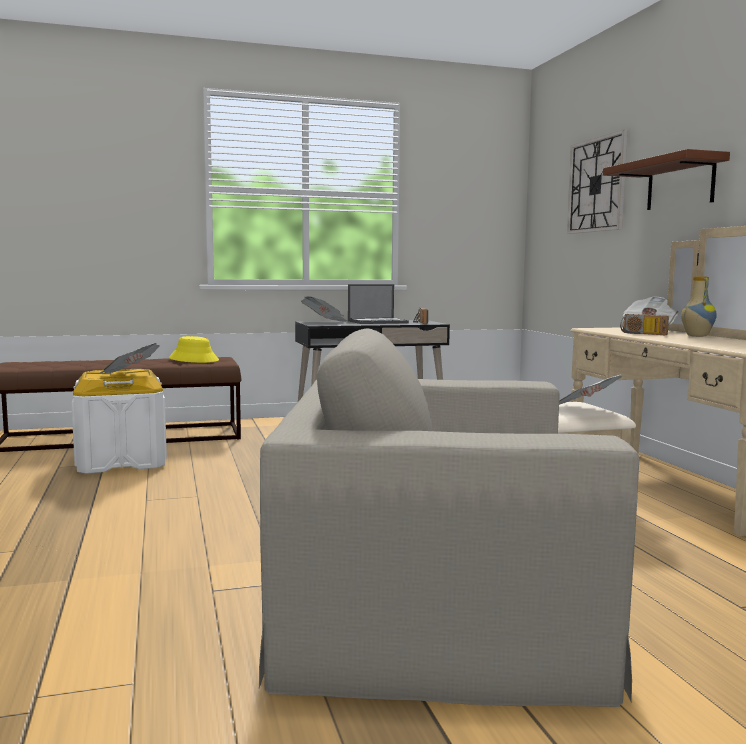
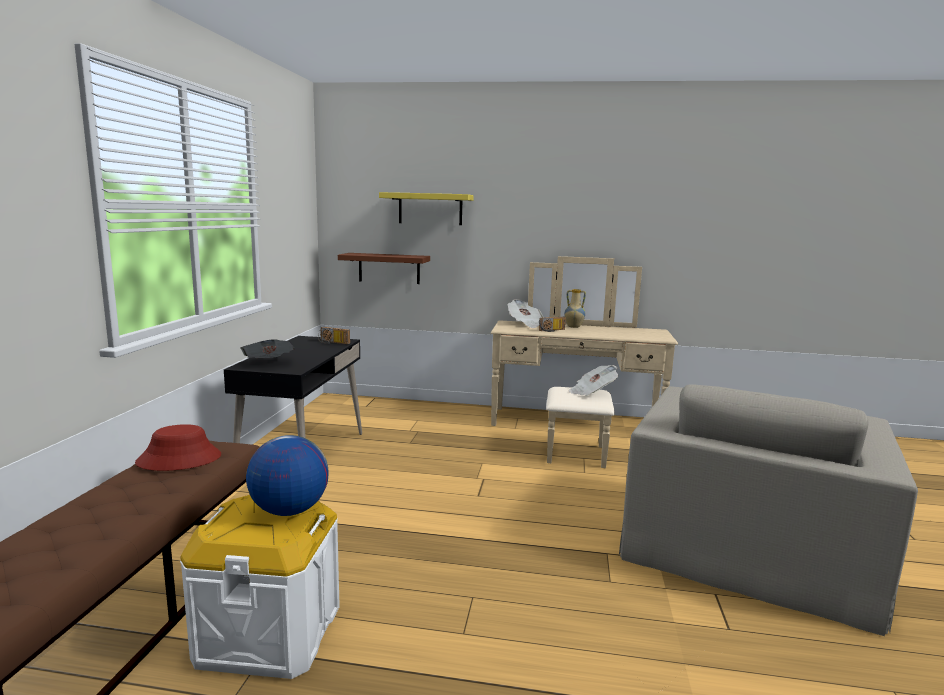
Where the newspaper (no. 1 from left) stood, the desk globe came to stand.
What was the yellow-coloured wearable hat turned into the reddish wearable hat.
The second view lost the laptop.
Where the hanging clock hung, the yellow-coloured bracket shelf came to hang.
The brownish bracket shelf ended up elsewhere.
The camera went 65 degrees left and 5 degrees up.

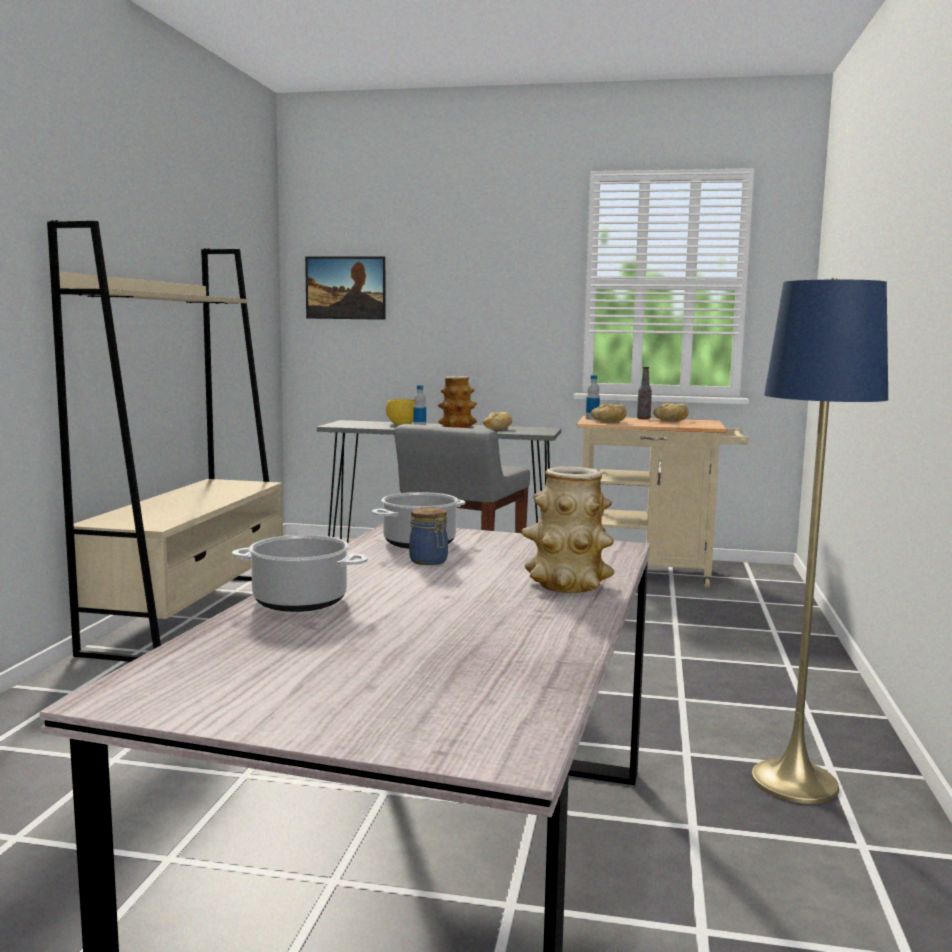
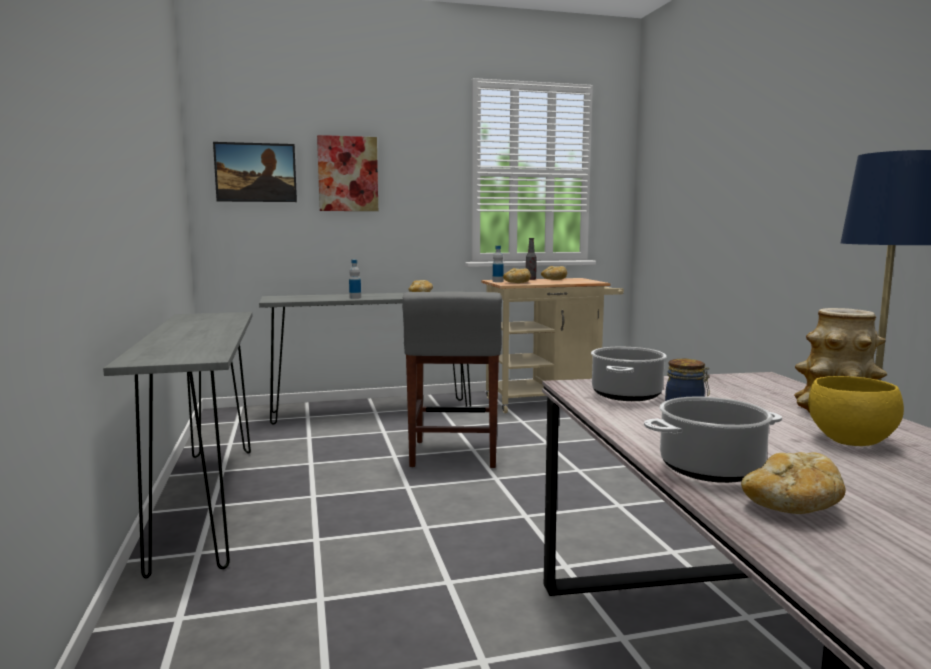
Where the sand-coloured bookcase stood, the greyish console table (no. 1 from left) came to stand.
The yellow-coloured serving bowl ended up elsewhere.
The second view lost the flower vase (no. 1 from left).
The second view gained the picture (no. 2 from left).
The second view gained the baked bread (no. 4 from left).
The camera went 25 degrees left and 0 degrees up.

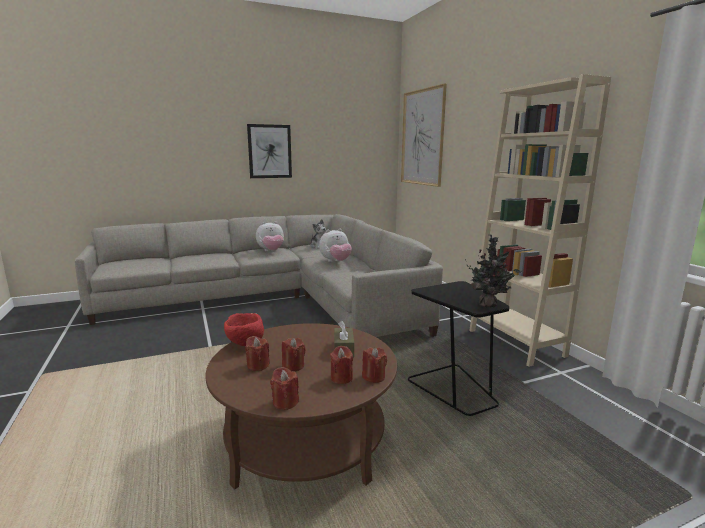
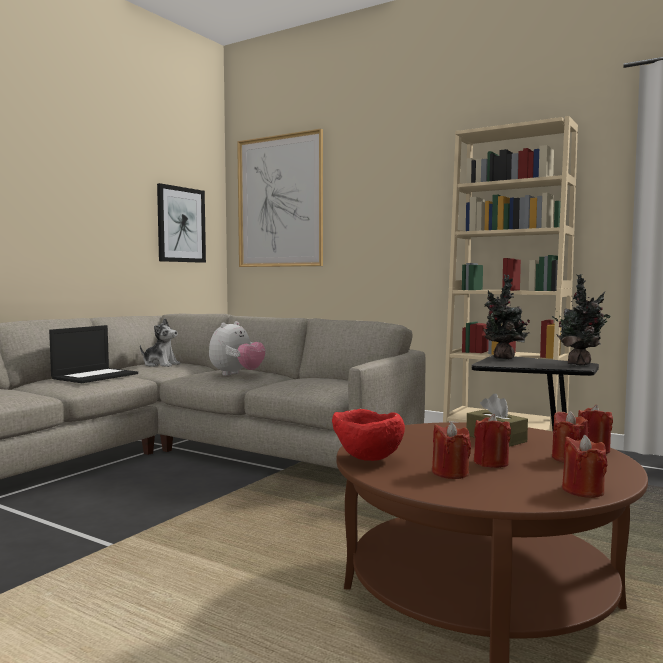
The picture (no. 1 from left) ended up elsewhere.
Where the soft toy (no. 1 from left) stood, the laptop came to stand.
The second view gained the potted plant (no. 1 from left).
The camera went 35 degrees left and 10 degrees down.

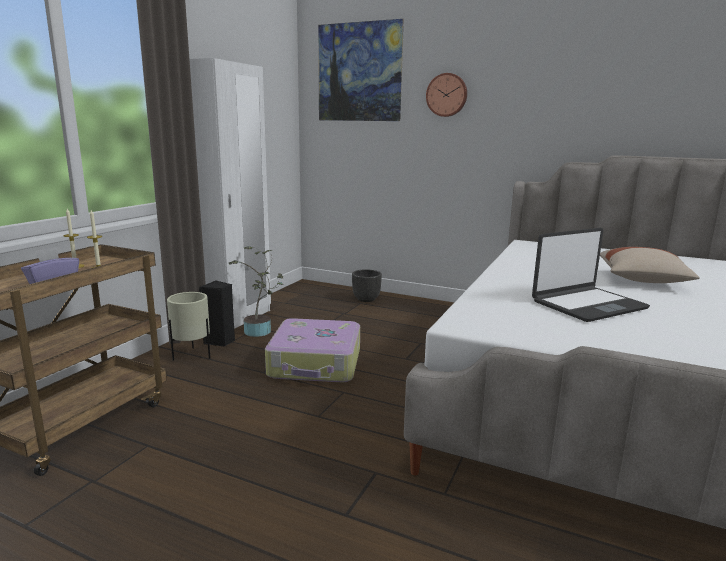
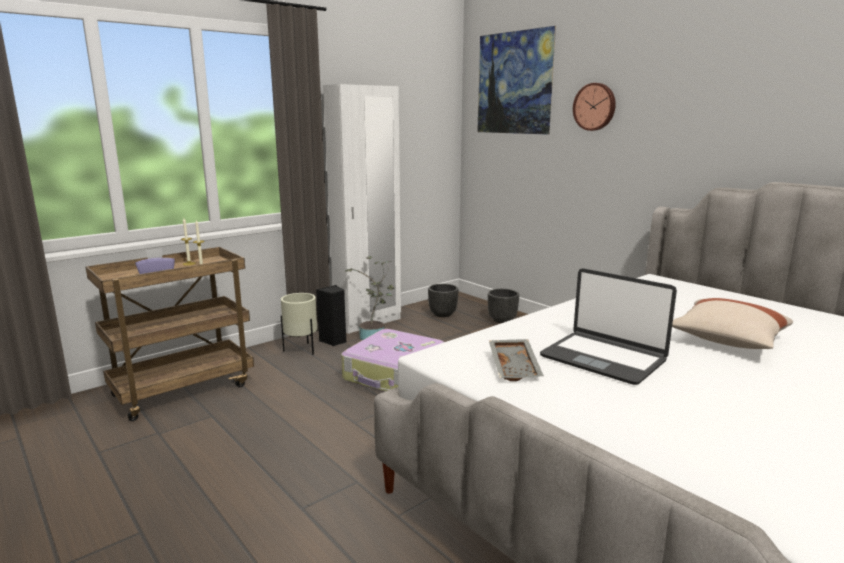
The laptop ended up facing another way, 45 degrees clockwise from before.
The second view gained the blackish planter (no. 1 from left).
The second view gained the greyish serving tray.
The camera went 25 degrees right and 0 degrees up.

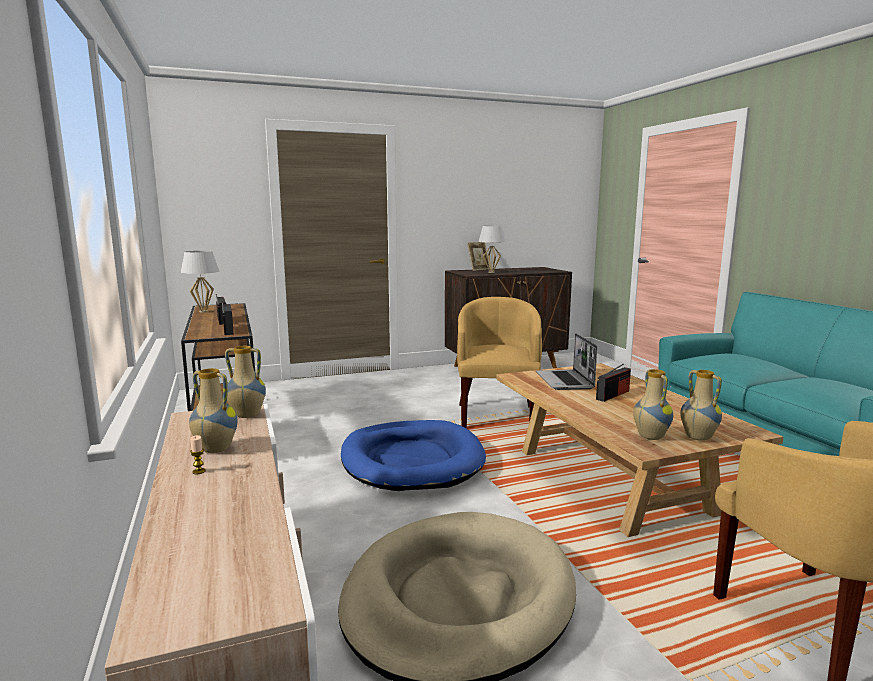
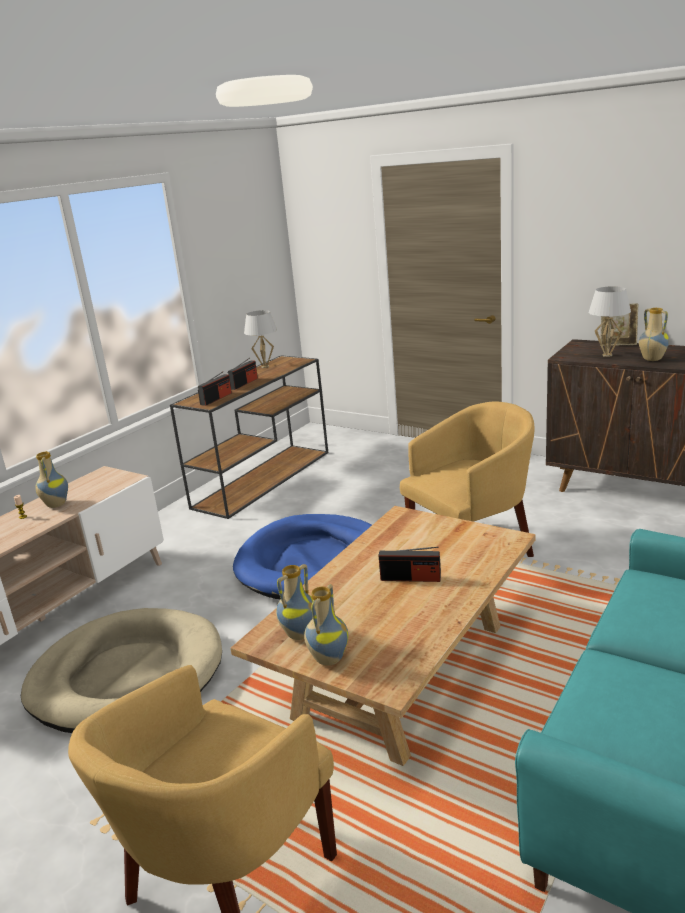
The flower vase (no. 2 from left in the first image) ended up elsewhere.
The second view lost the laptop.
The camera went 55 degrees right and 10 degrees up.

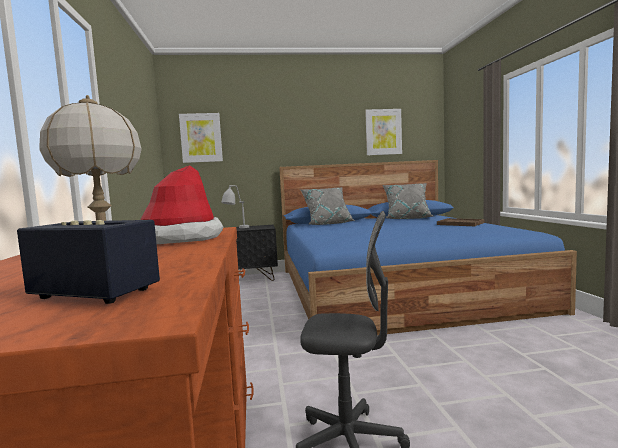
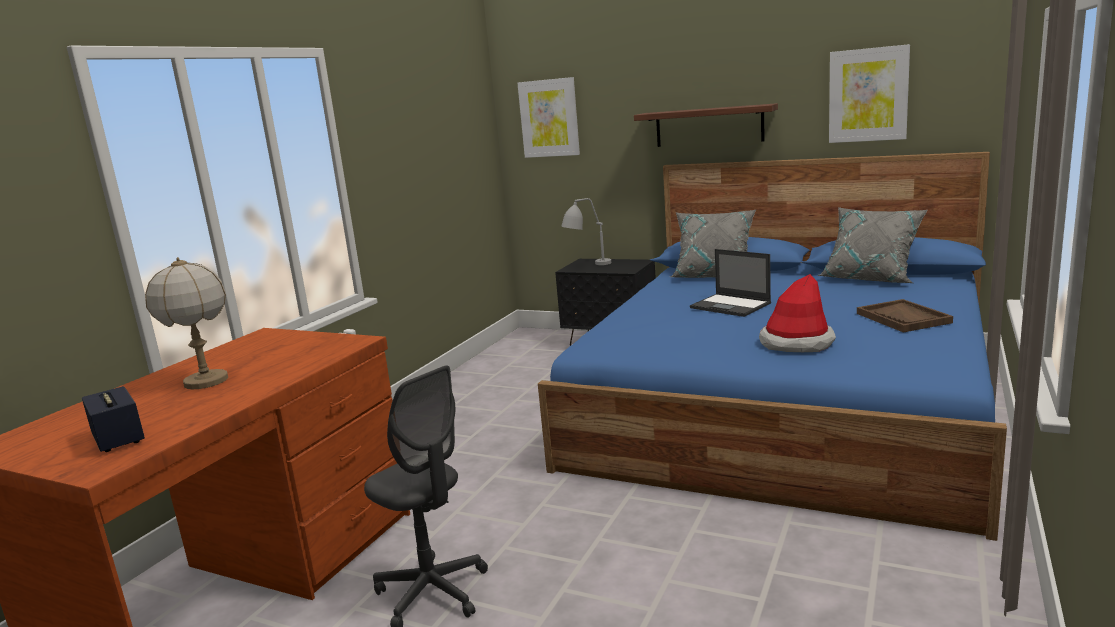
The wearable hat ended up elsewhere.
The second view gained the bracket shelf.
The second view gained the laptop.
The camera went 35 degrees right and 10 degrees up.

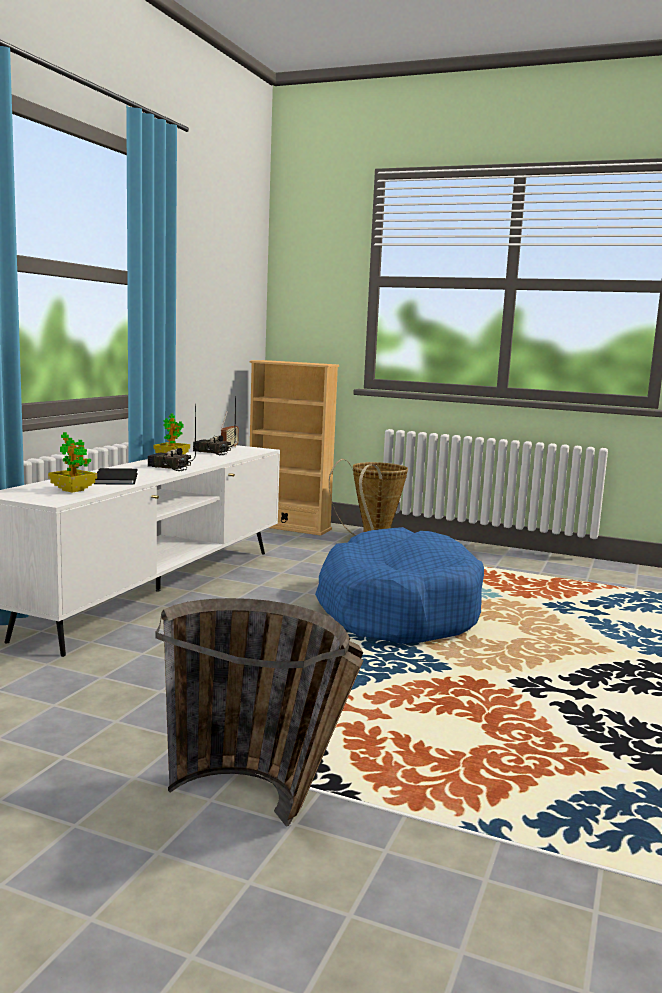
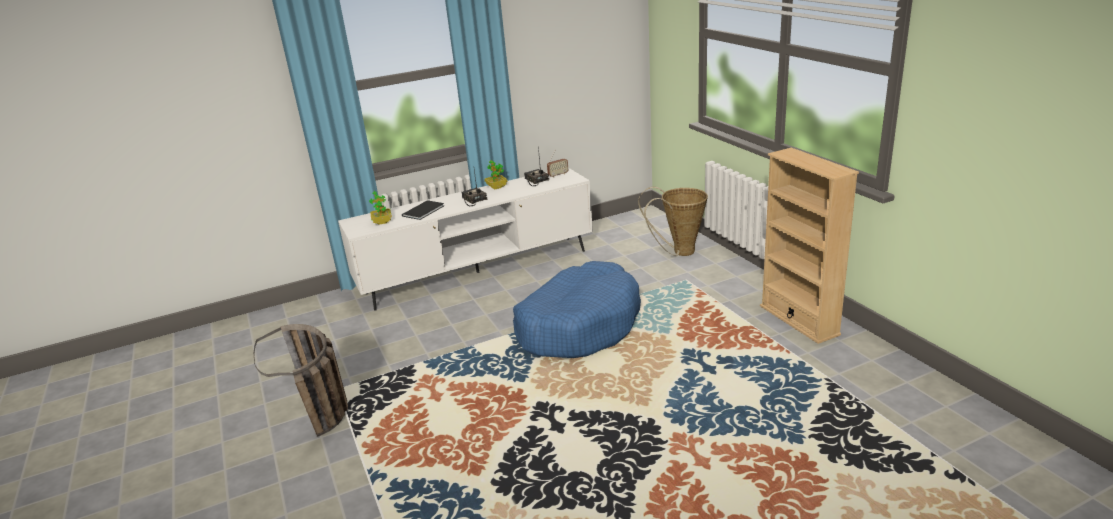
The sand-coloured bookcase ended up elsewhere.
The camera went 45 degrees right and 15 degrees up.

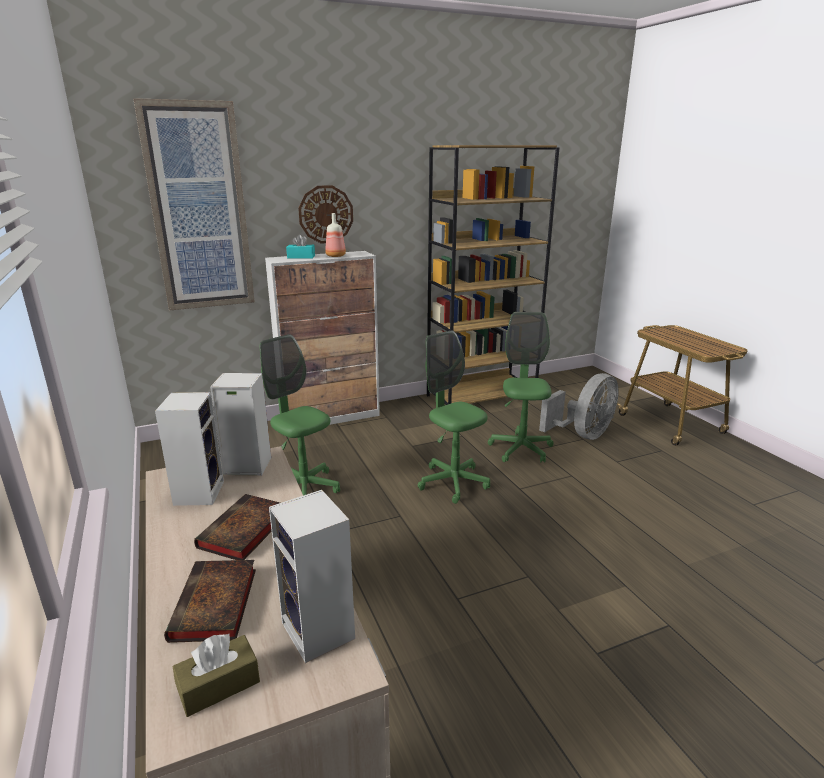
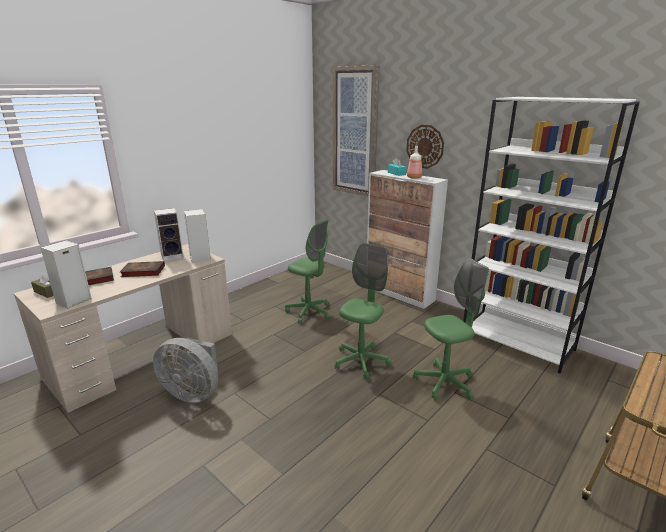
The greenish office chair (no. 1 from left) ended up facing another way, 105 degrees clockwise from before.
What was the brownish bookcase turned into the white bookcase.
The greyish cooling fan ended up elsewhere.
The camera went 65 degrees right and 0 degrees up.

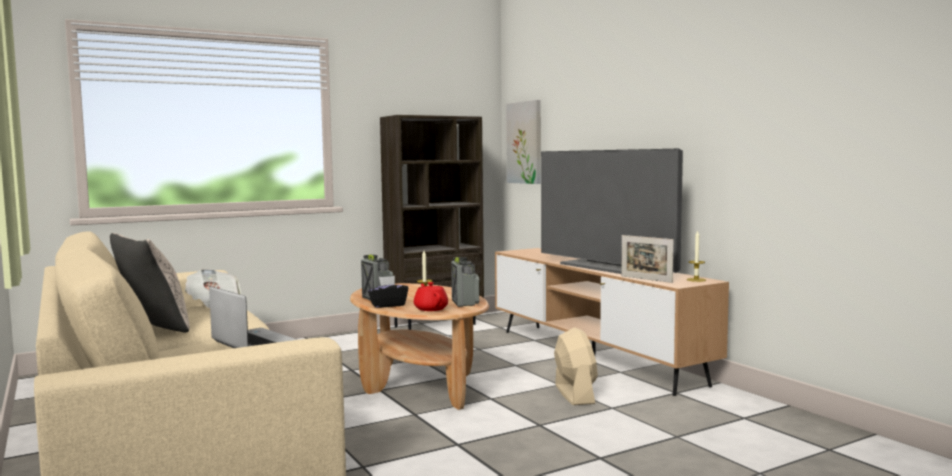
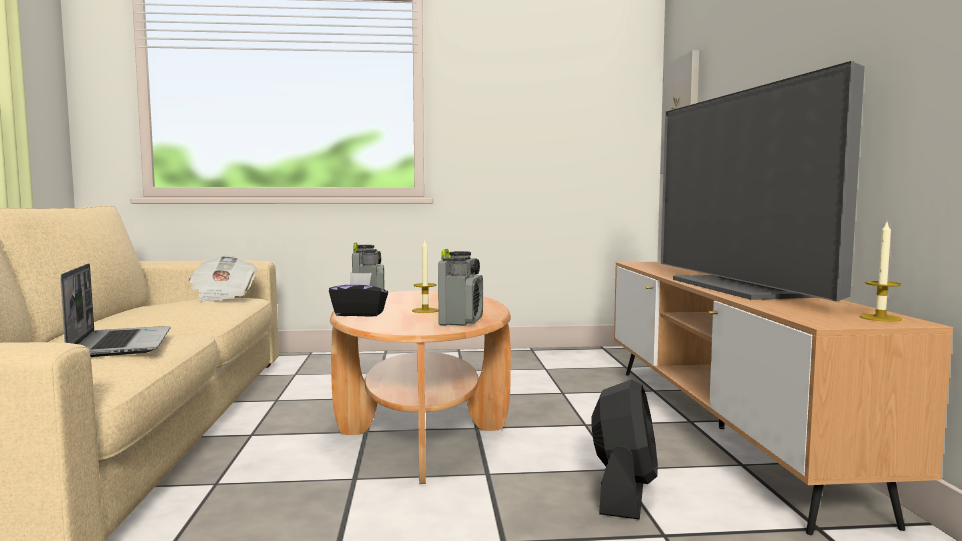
The second view lost the sand-coloured throw pillow.
The second view lost the brownish bookcase.
The second view lost the reddish teapot.
What was the sand-coloured cooling fan turned into the blackish cooling fan.
The second view lost the picture frame.
The camera went 25 degrees right and 0 degrees up.

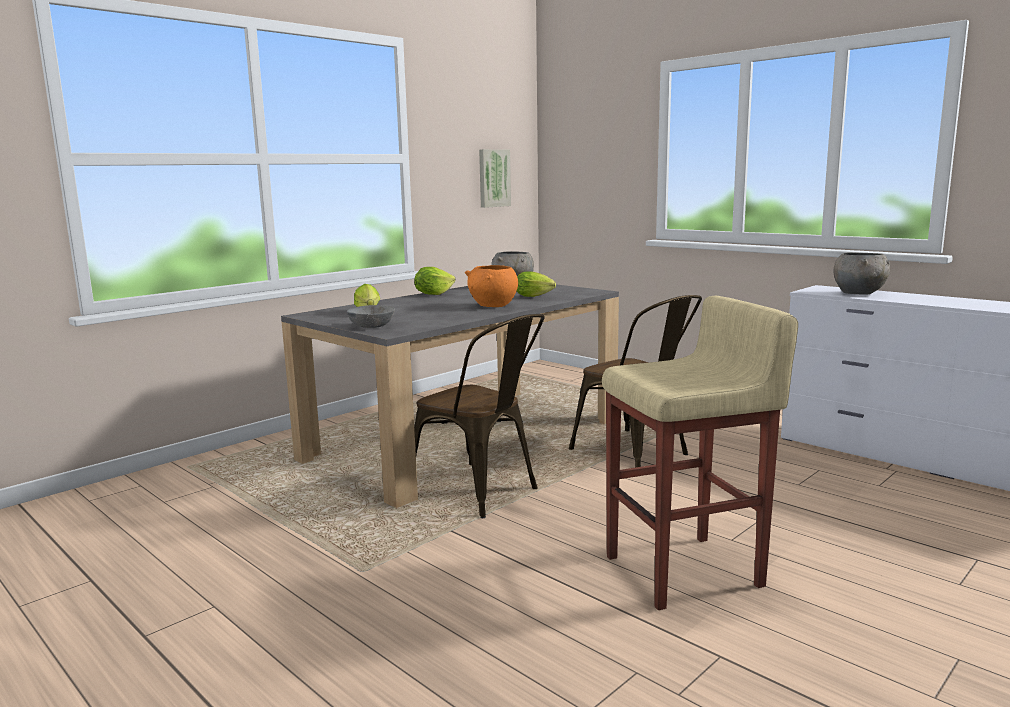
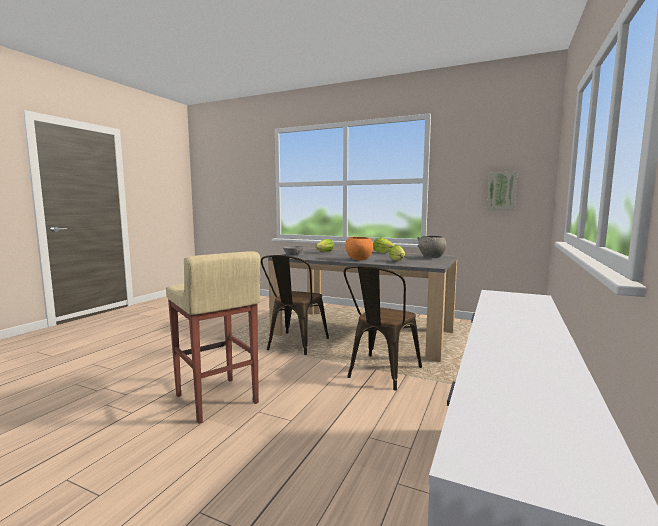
The second view lost the greyish serving bowl (no. 3 from left).
The camera went 70 degrees right and 5 degrees down.

